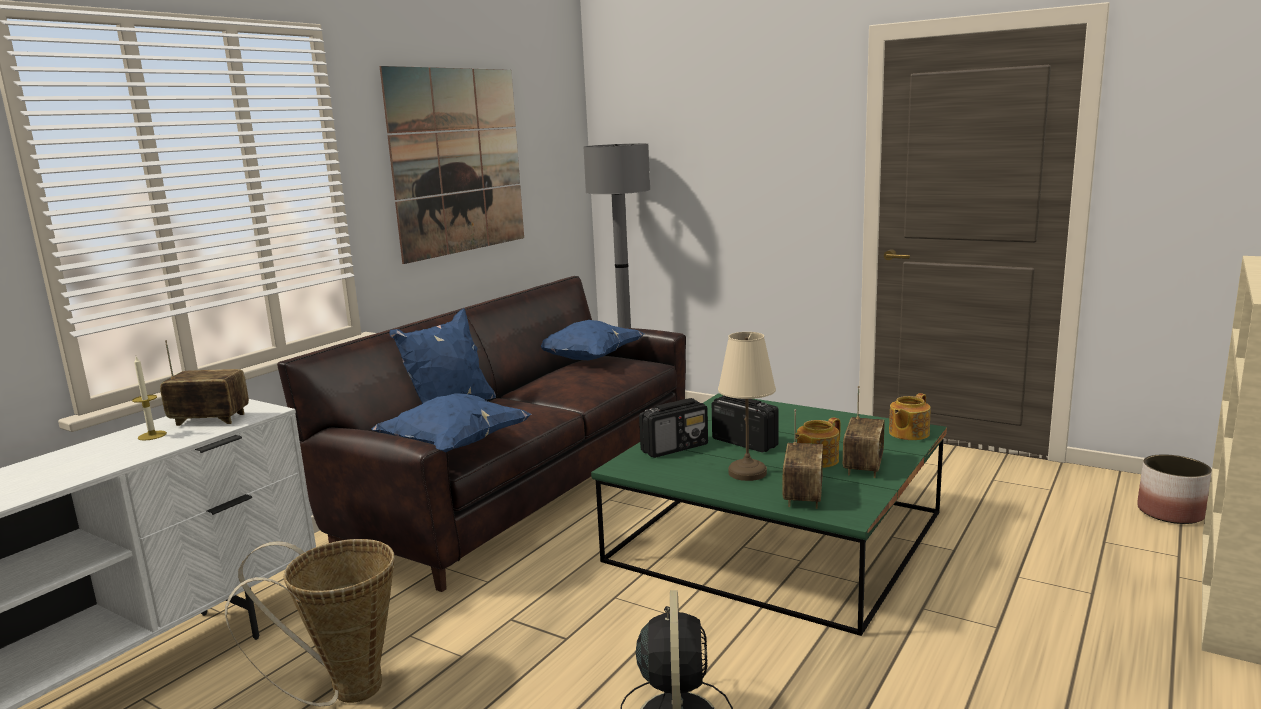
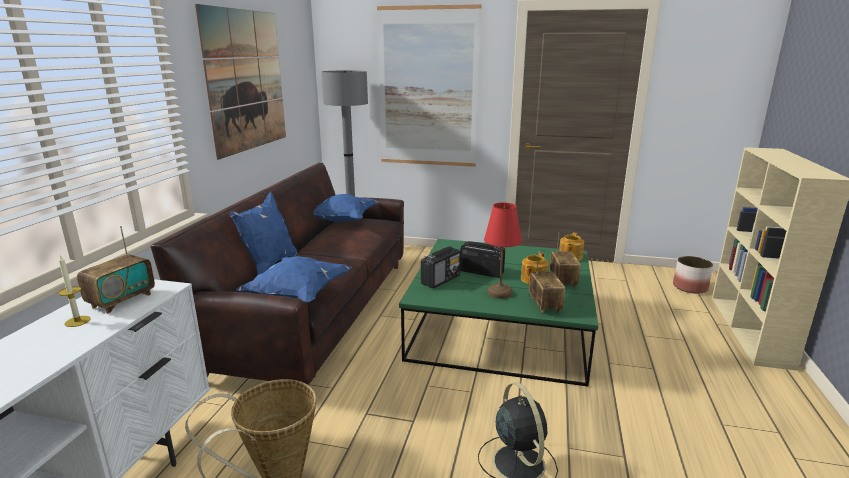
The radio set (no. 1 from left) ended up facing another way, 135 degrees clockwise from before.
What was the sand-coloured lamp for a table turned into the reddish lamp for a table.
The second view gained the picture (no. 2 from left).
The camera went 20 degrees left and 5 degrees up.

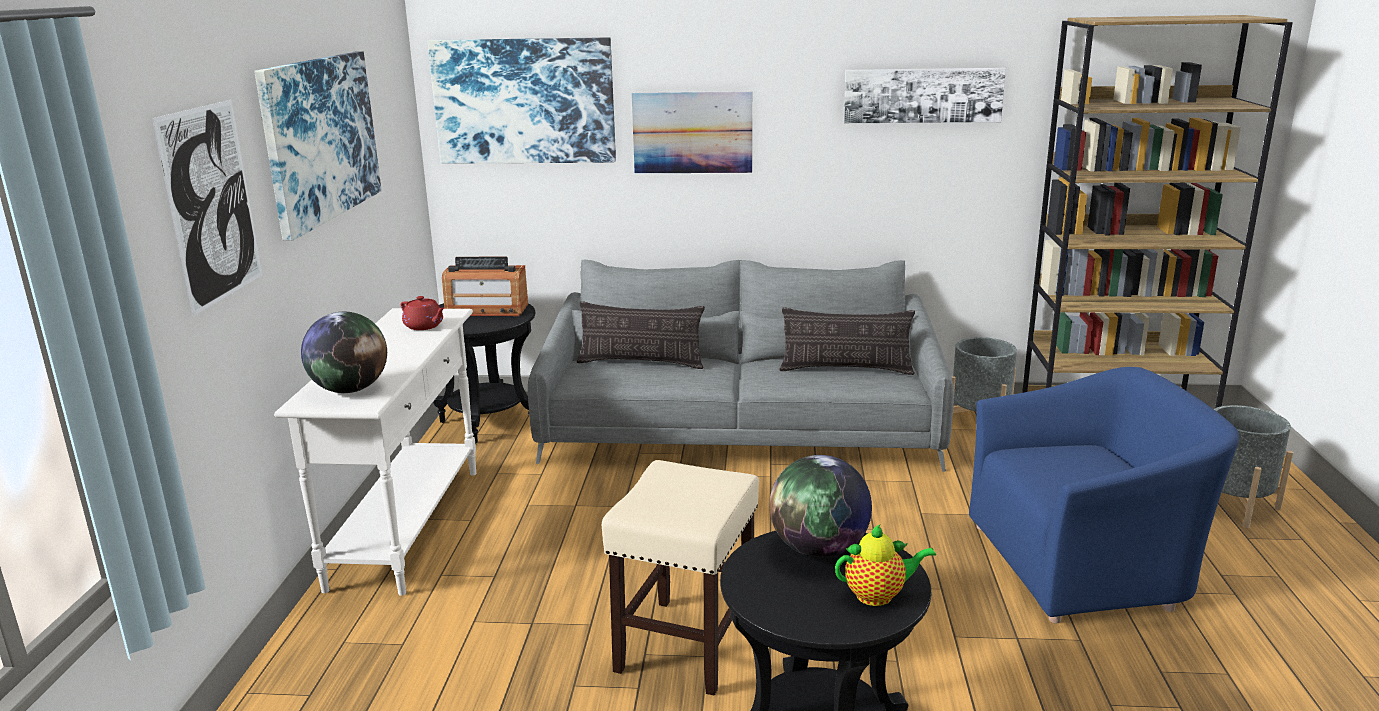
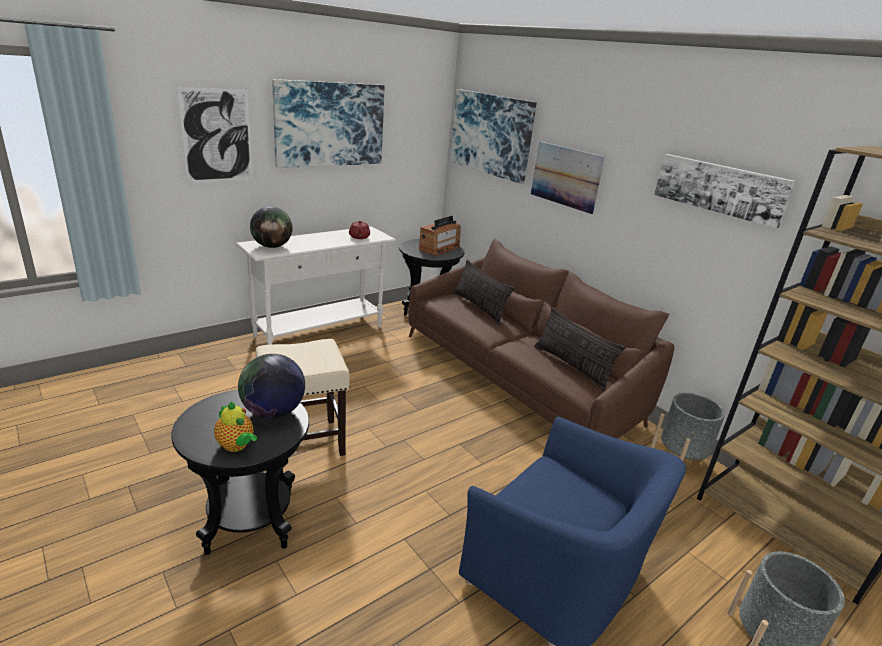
The radio set ended up facing another way, 105 degrees counterclockwise from before.
What was the greyish couch turned into the brownish couch.
The camera went 45 degrees right and 5 degrees up.

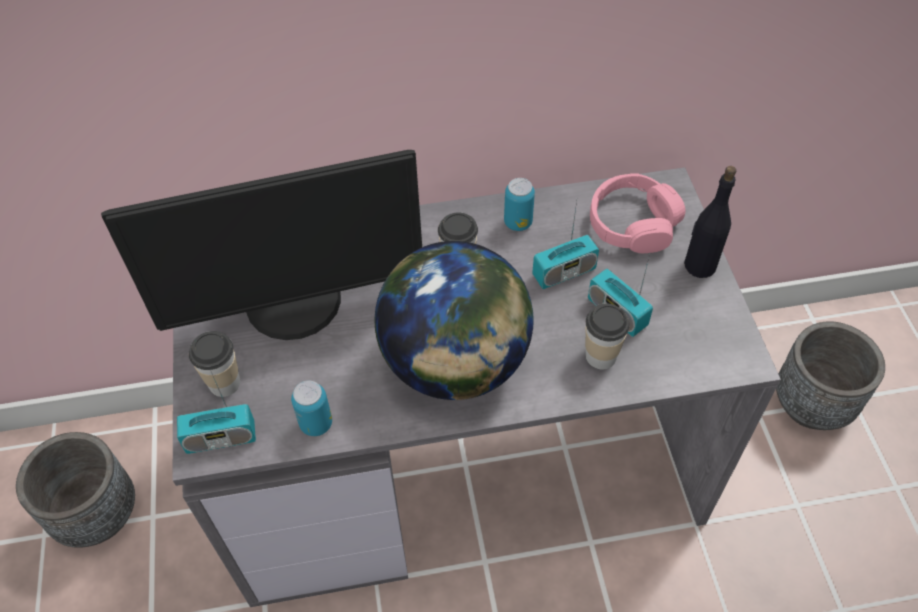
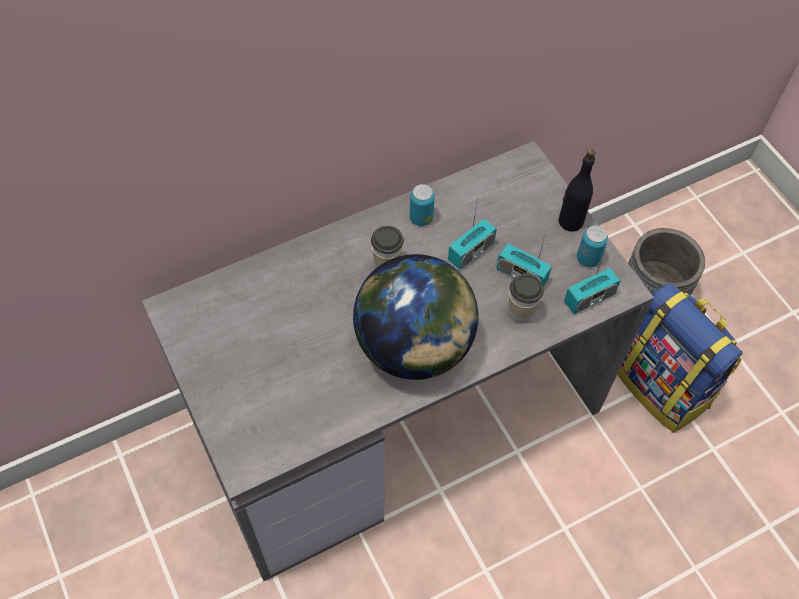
The second view lost the greyish planter (no. 1 from left).
The second view lost the monitor.
The radio set (no. 1 from left in the first image) ended up elsewhere.
The second view lost the drinking cup (no. 1 from left).
The metal can (no. 1 from left in the first image) ended up elsewhere.
The second view lost the pinkish headphones.
The second view gained the knapsack.
The camera went 20 degrees left and 5 degrees up.

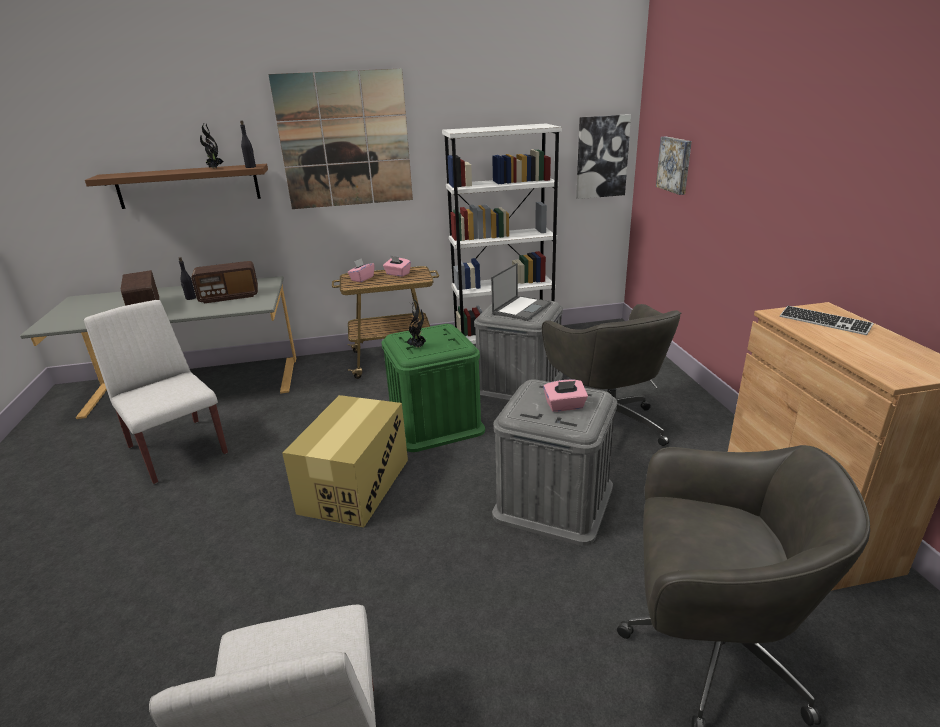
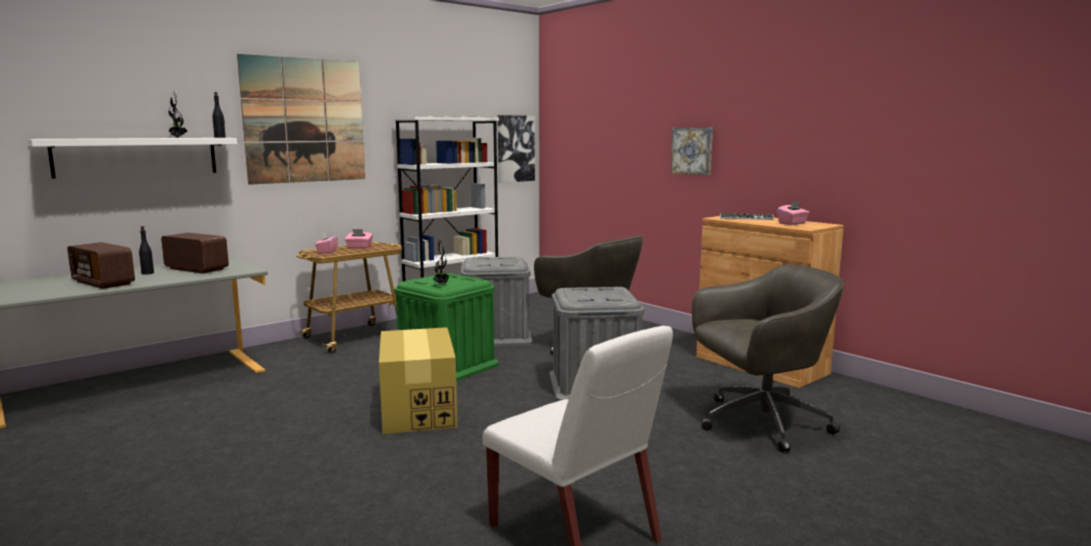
The second view lost the white upright chair (no. 1 from left).
What was the brownish bracket shelf turned into the white bracket shelf.
The radio set (no. 2 from left) ended up facing another way, 105 degrees counterclockwise from before.
The second view lost the laptop.
The pinkish tissue holder (no. 3 from left) ended up elsewhere.
The picture (no. 3 from left) ended up elsewhere.
The camera went 30 degrees left and 15 degrees down.

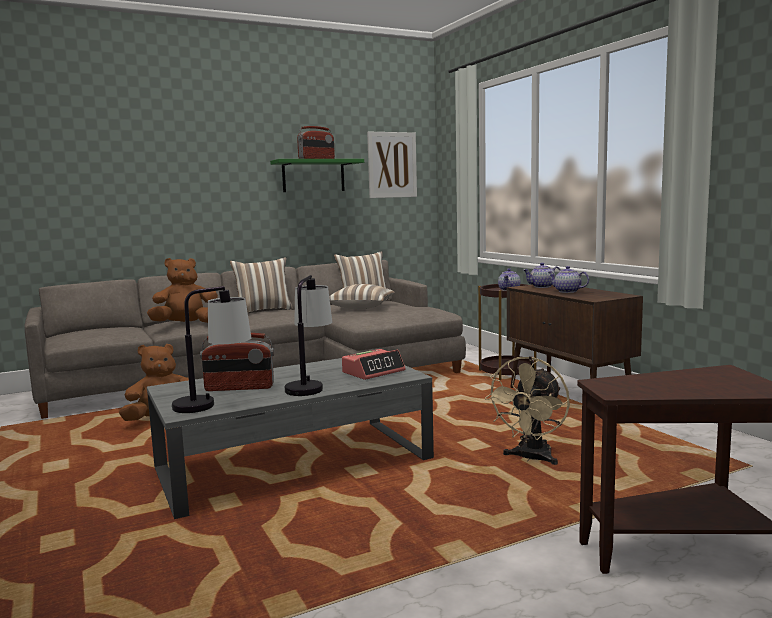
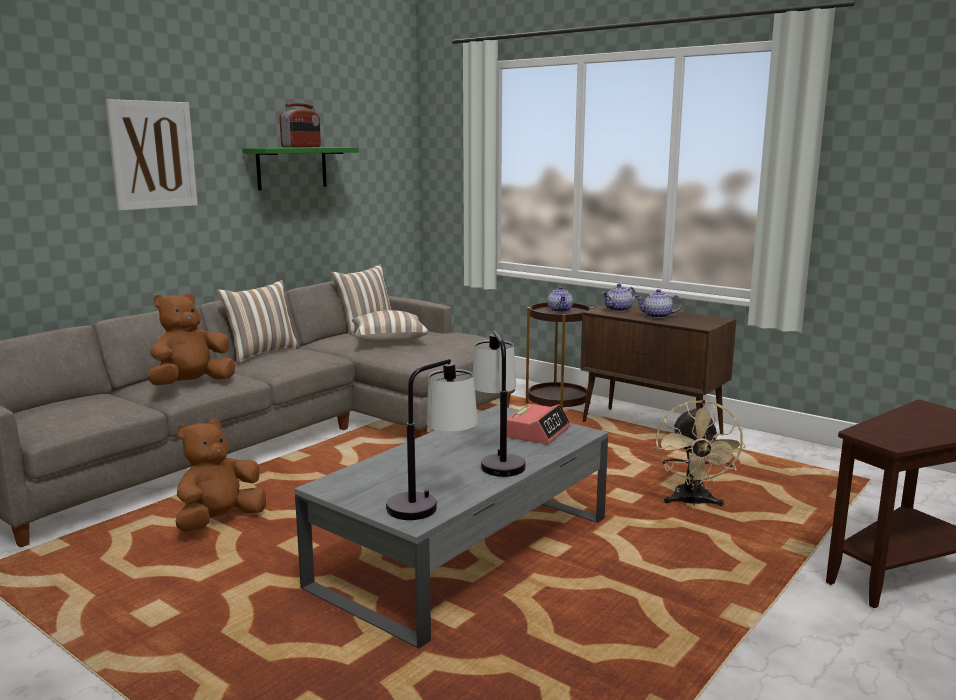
The second view lost the radio set (no. 1 from left).
The picture ended up elsewhere.
The camera went 25 degrees left and 5 degrees up.

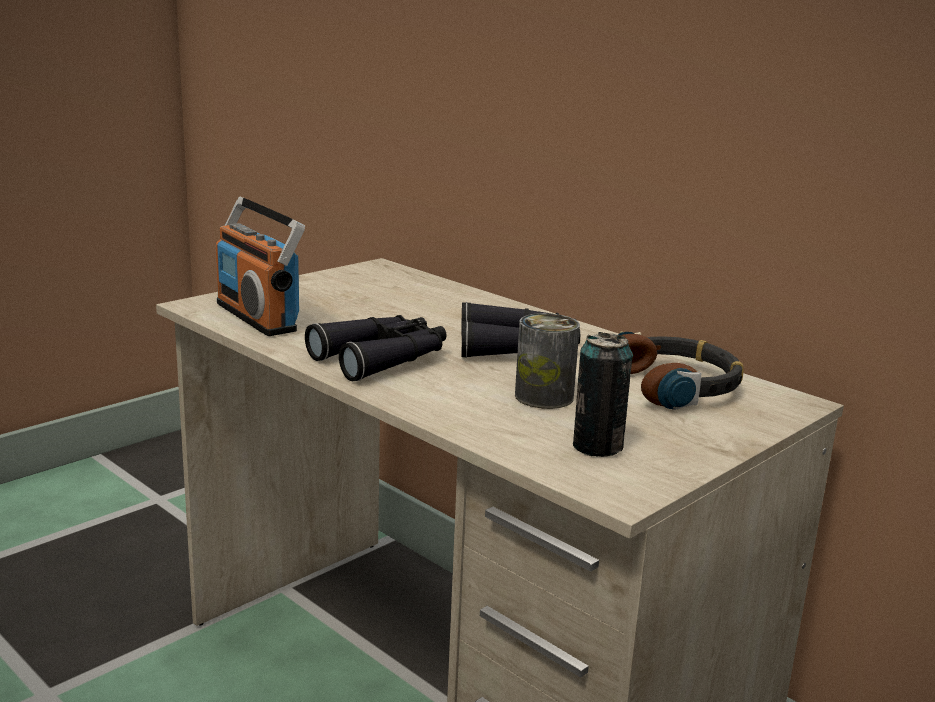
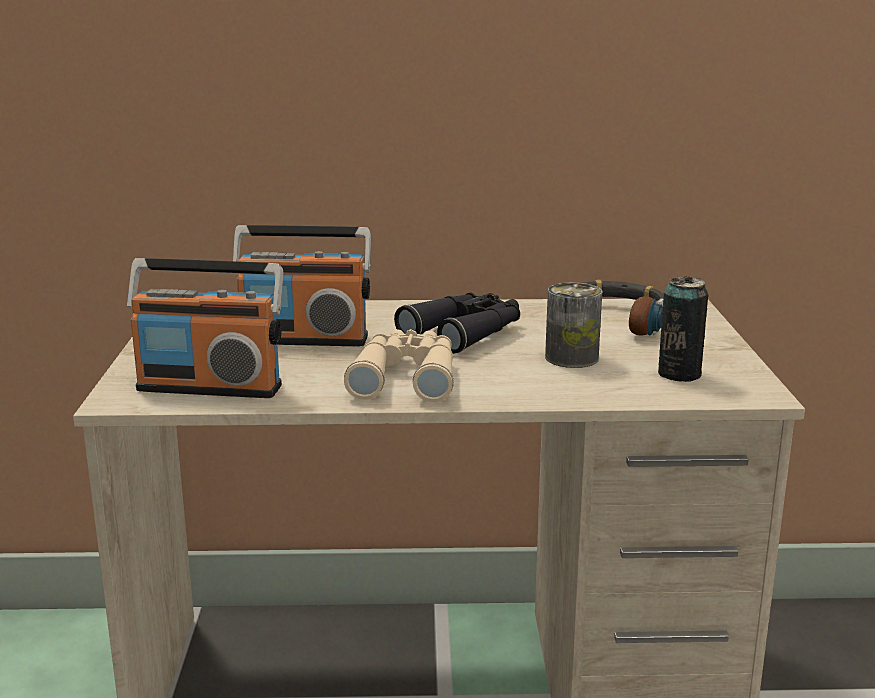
What was the blackish field glasses (no. 1 from left) turned into the sand-coloured field glasses.
The second view gained the radio set (no. 2 from left).
The camera went 45 degrees left and 0 degrees up.

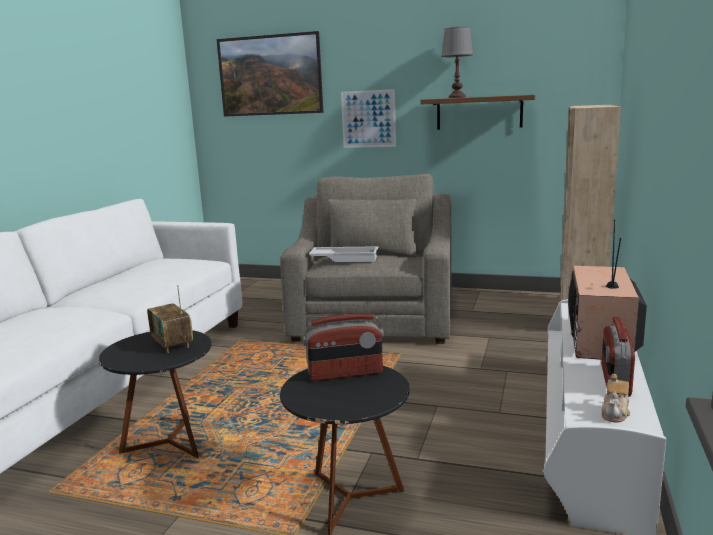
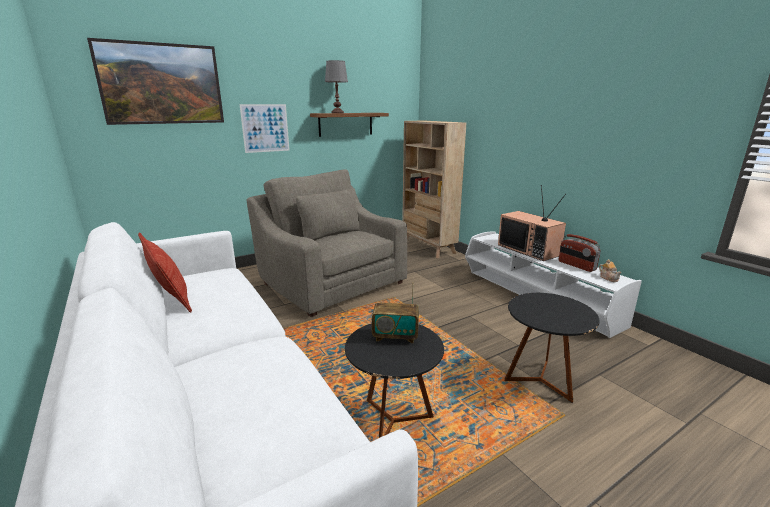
The second view lost the radio set (no. 2 from left).
The second view lost the white serving tray.
The second view gained the throw pillow.
The camera went 50 degrees left and 5 degrees up.

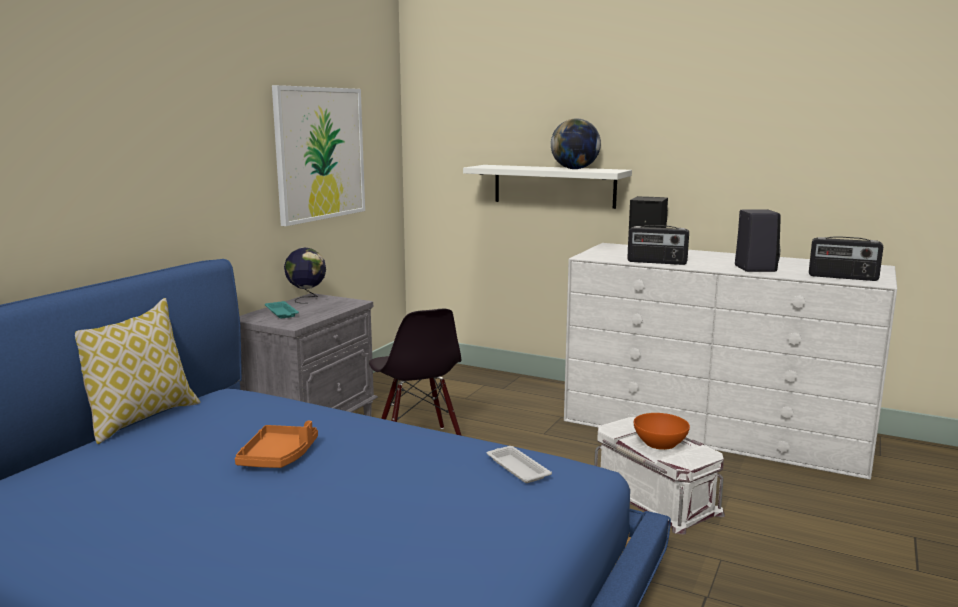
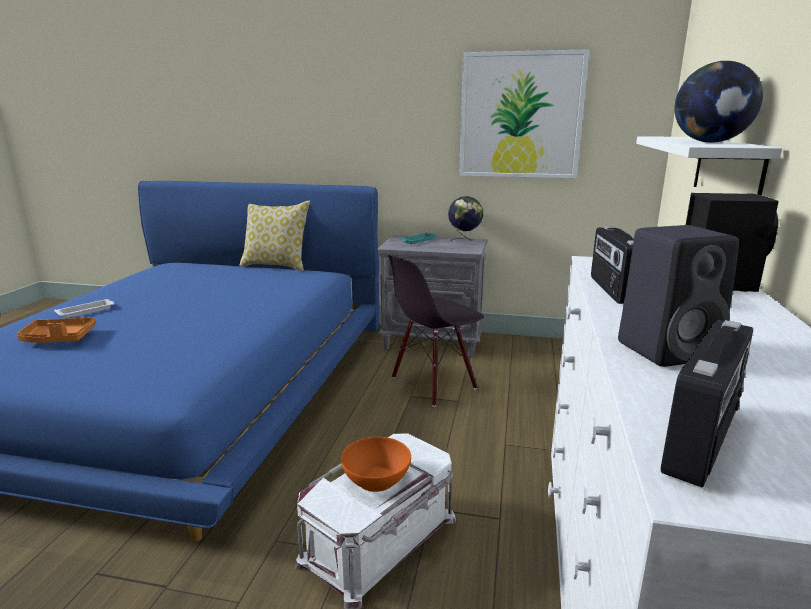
The orangey serving tray ended up elsewhere.
The white serving tray ended up elsewhere.
The radio set (no. 2 from left) ended up facing another way, 150 degrees counterclockwise from before.
The camera went 75 degrees right and 5 degrees up.

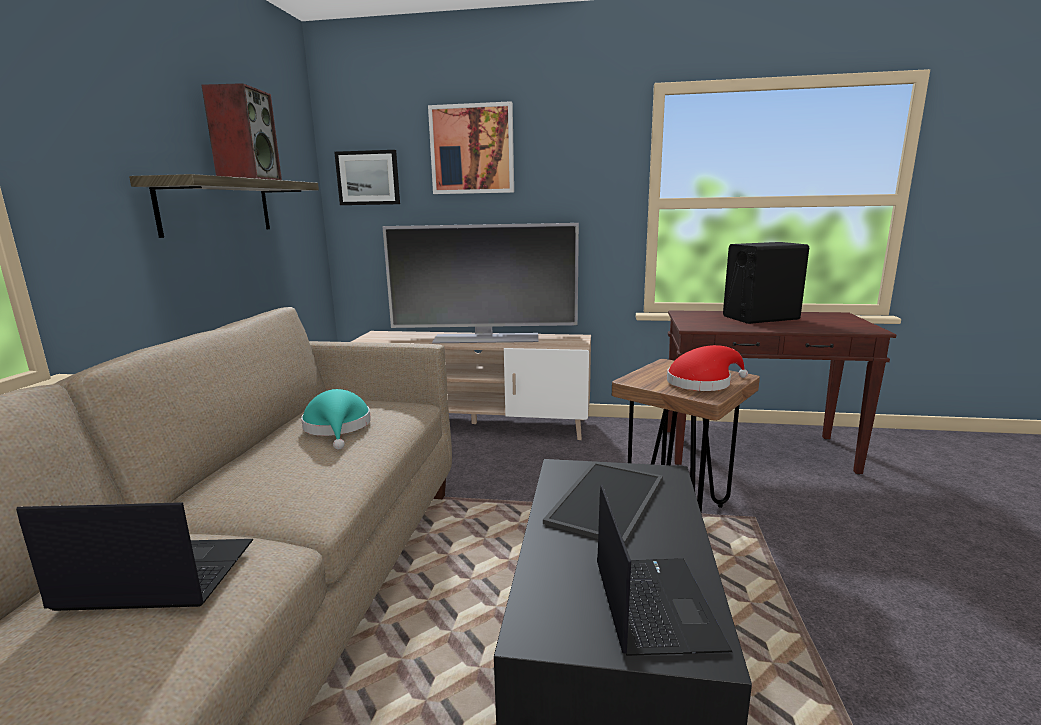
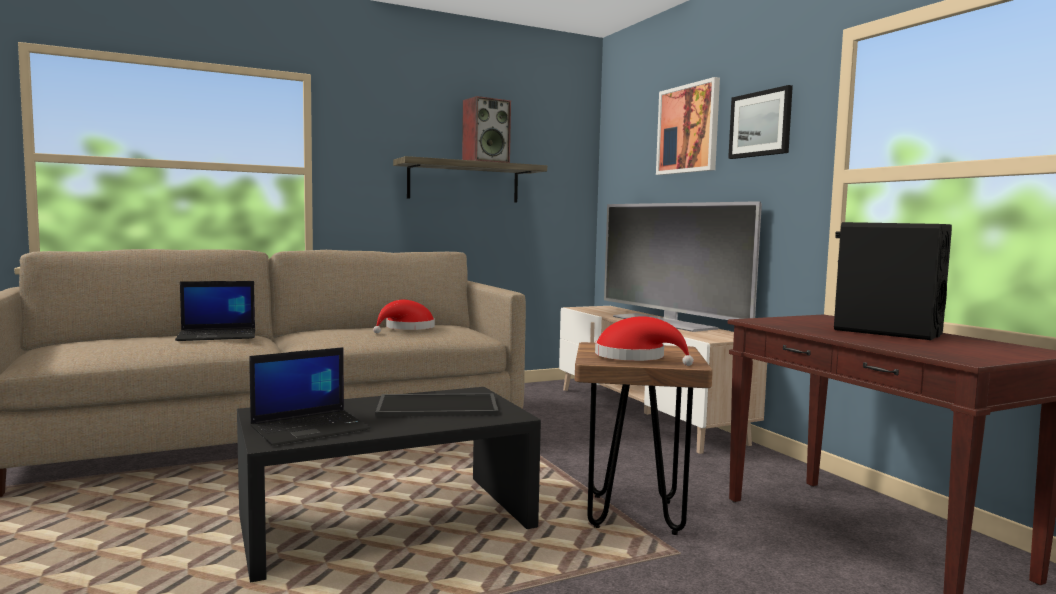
The laptop (no. 1 from left) ended up facing another way, 105 degrees clockwise from before.
What was the blue-green wearable hat turned into the reddish wearable hat (no. 1 from left).
The picture (no. 1 from left in the first image) ended up elsewhere.
The camera went 55 degrees right and 10 degrees down.

